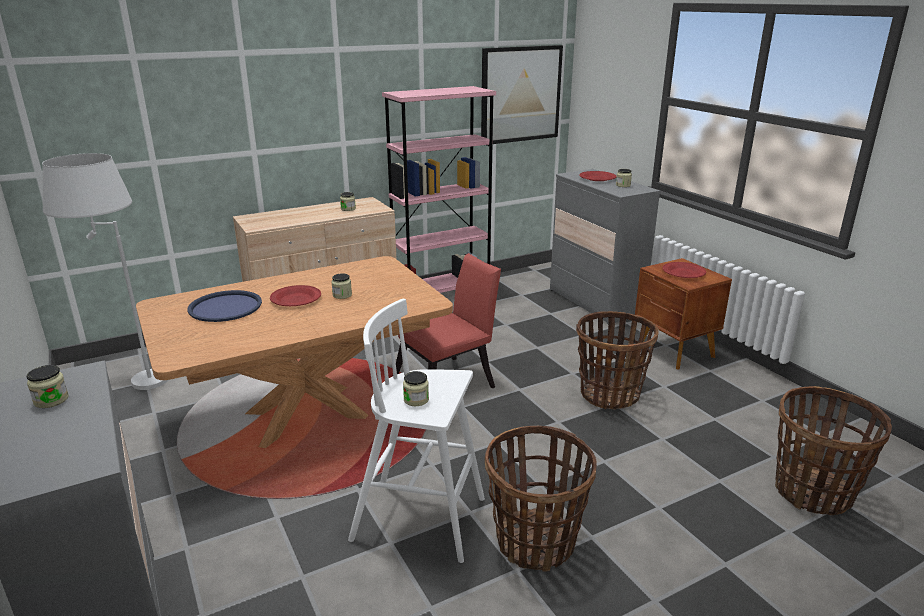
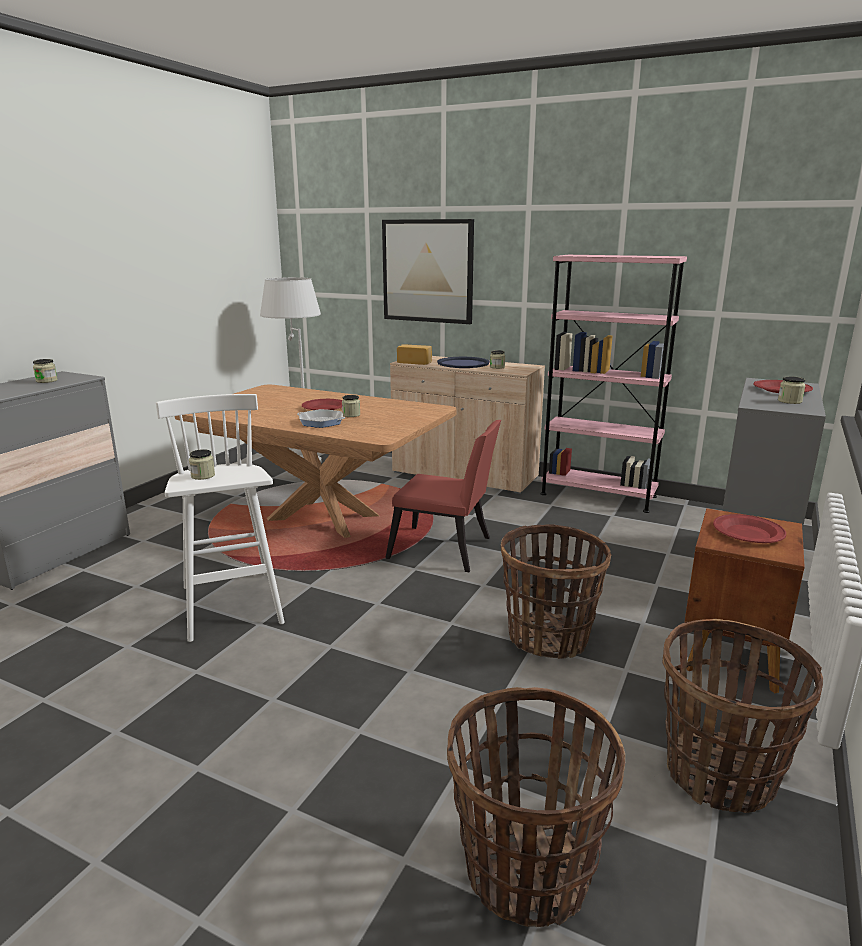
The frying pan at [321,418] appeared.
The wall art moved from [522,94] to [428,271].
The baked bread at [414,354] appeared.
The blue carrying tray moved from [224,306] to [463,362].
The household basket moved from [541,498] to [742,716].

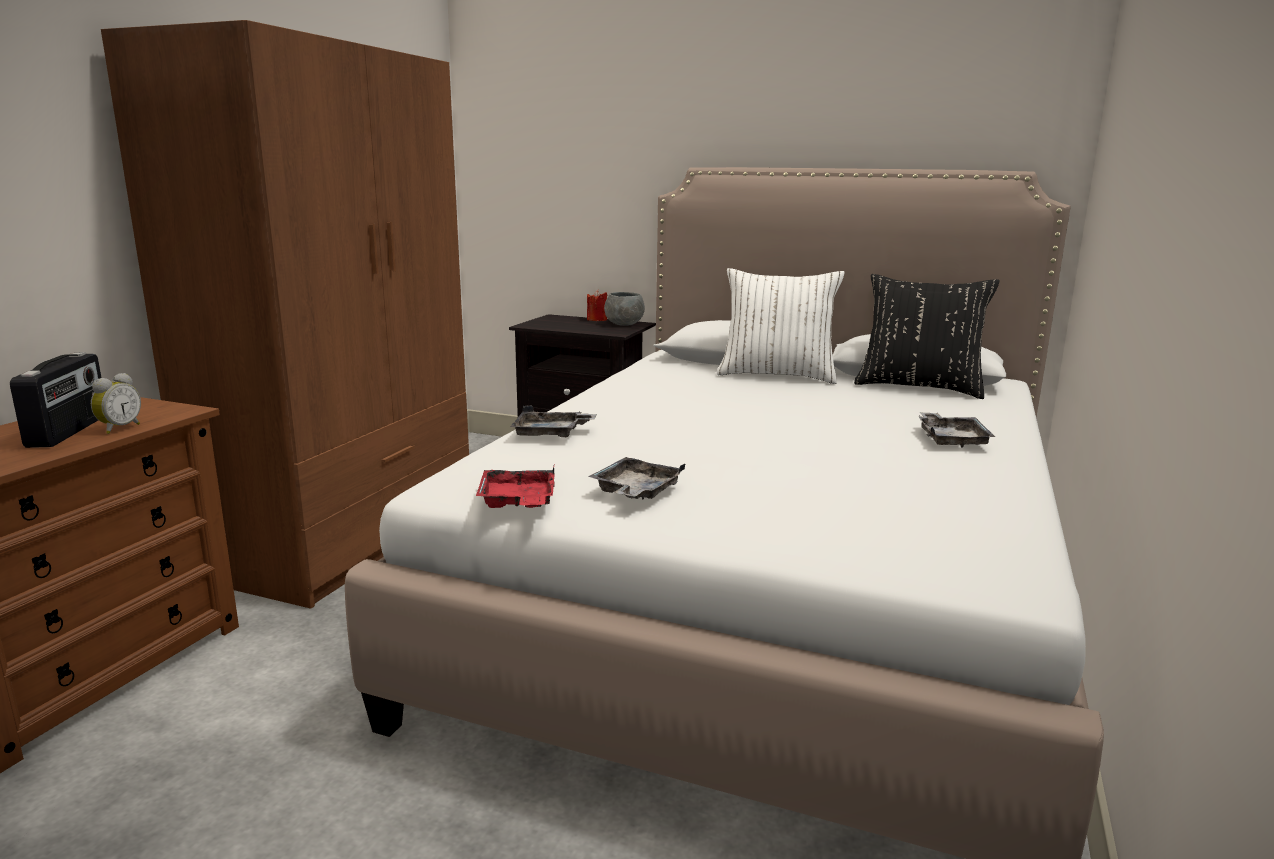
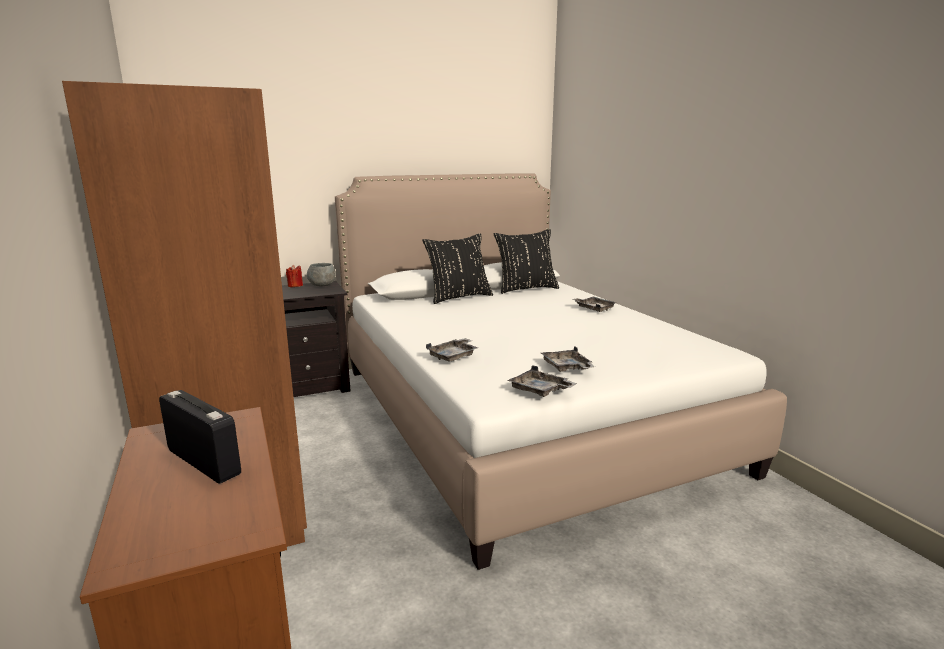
The whitish cushion at [781,326] became the black-coloured cushion at [457,268].
The red carrying tray at [515,487] became the grey carrying tray at [542,381].
The bedside clock at [116,403] disappeared.

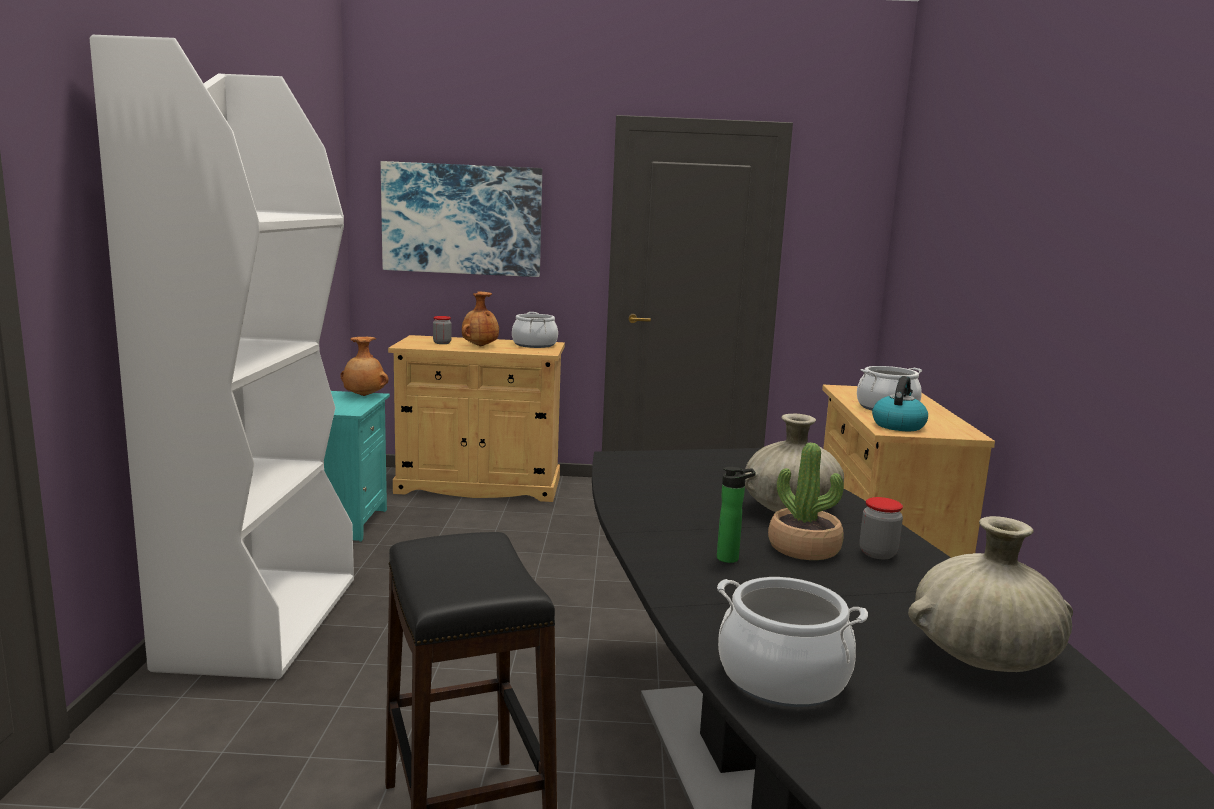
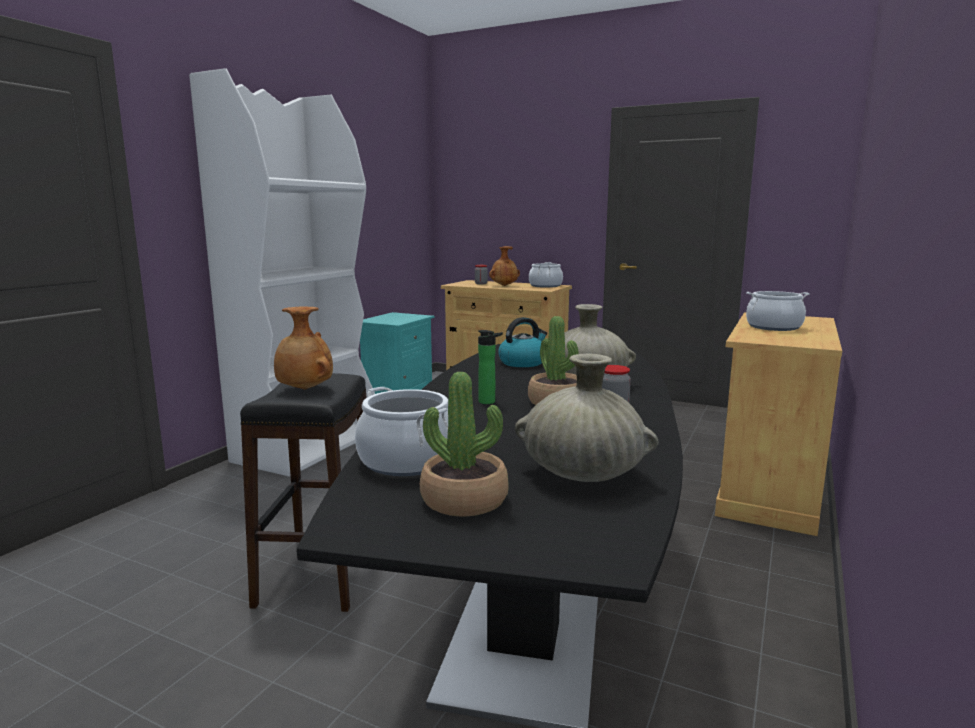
The brown vase moved from [364,366] to [303,348].
The houseplant at [464,444] appeared.
The tea kettle moved from [900,403] to [522,342].
The wall art at [461,219] disappeared.

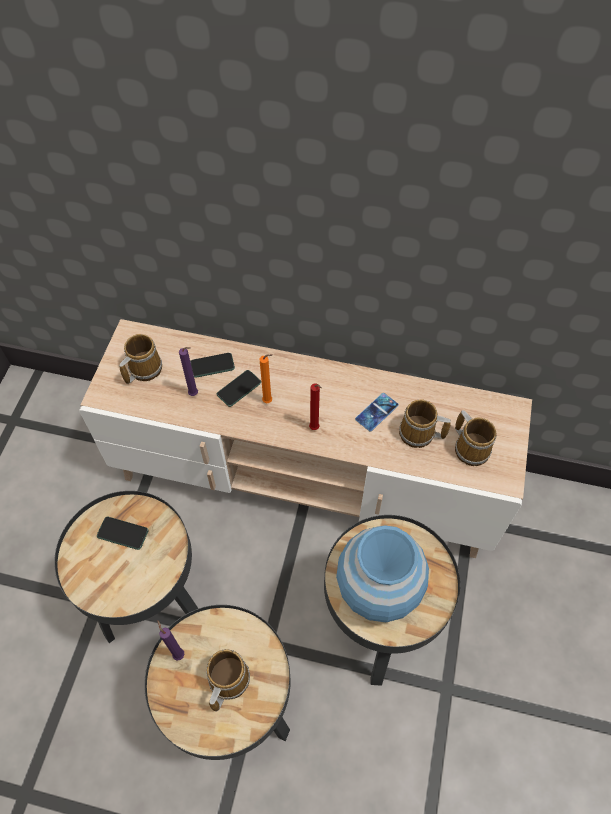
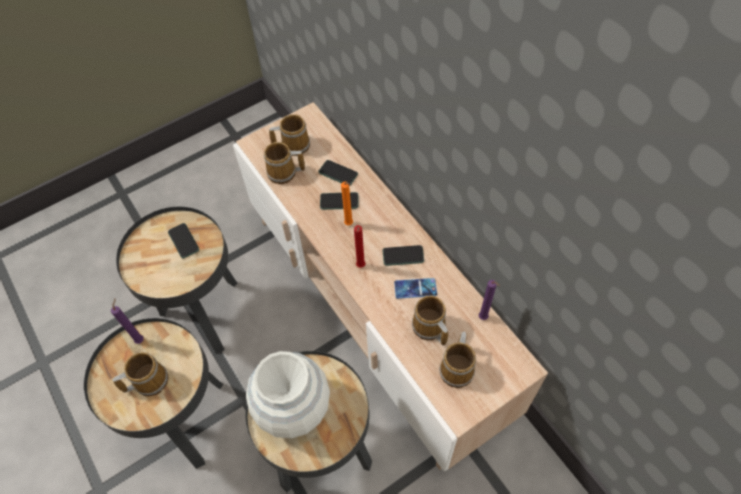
The blue vase at [382,573] became the whitish vase at [288,395].
The mug at [284,163] appeared.
The phone at [403,255] appeared.
The purple candle moved from [188,371] to [489,300].

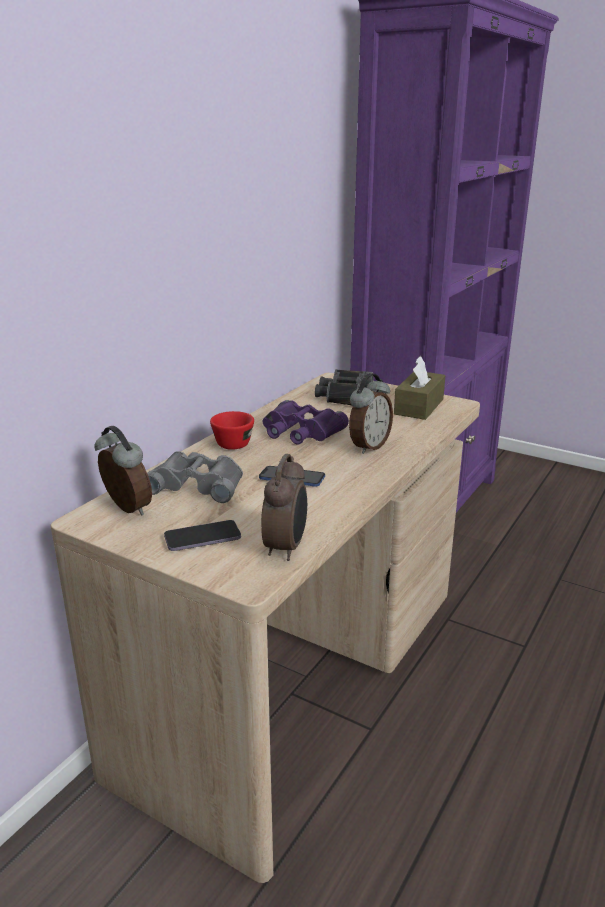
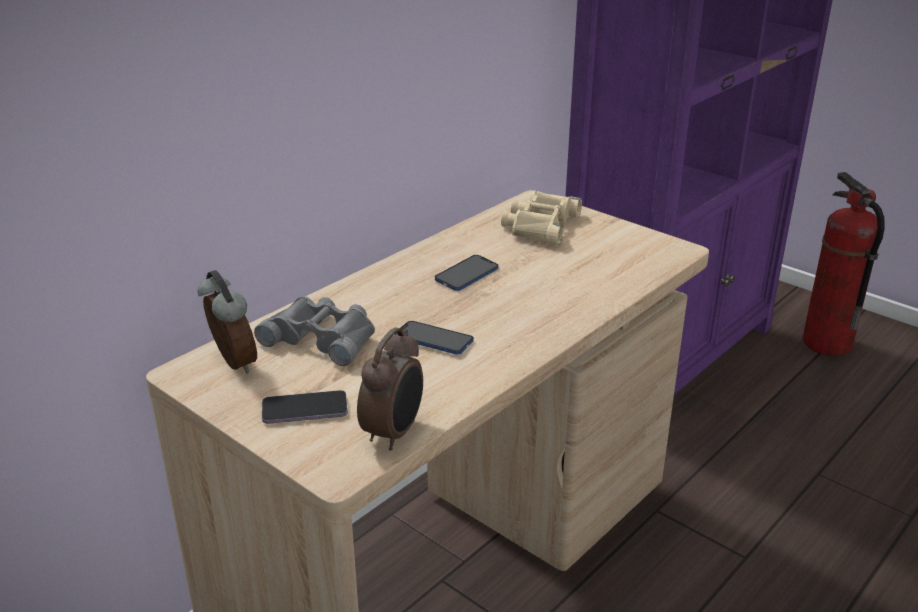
The purple pair of binoculars at [305,422] was replaced by the phone at [467,273].
The black-coloured pair of binoculars at [344,387] became the beige pair of binoculars at [541,218].
The extinguisher at [843,264] appeared.
The red drinking cup at [232,430] disappeared.
The bedside clock at [371,413] disappeared.
The brown tissue box at [419,387] disappeared.

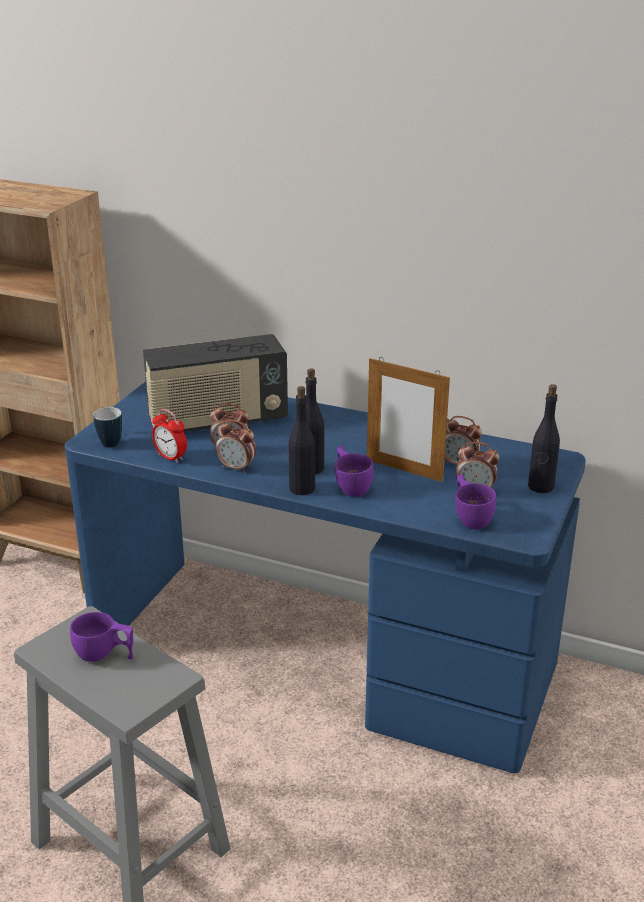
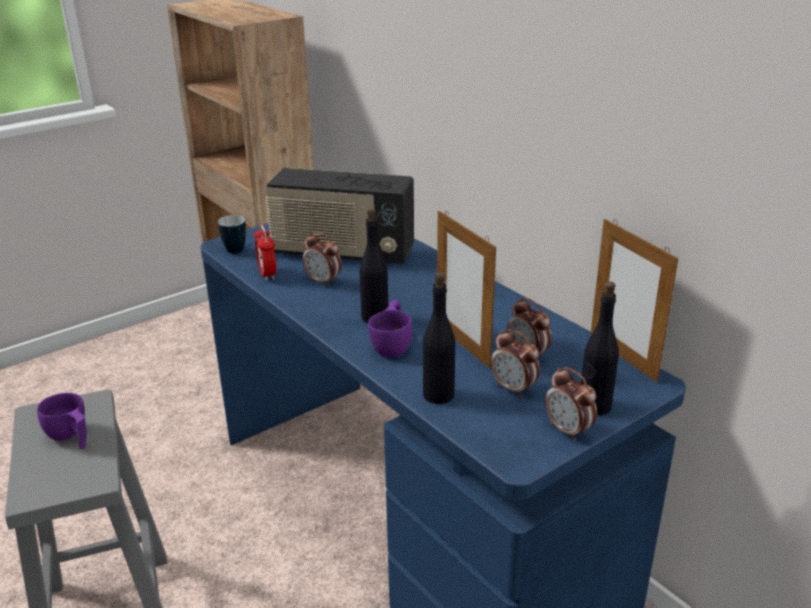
The black-coloured bottle moved from [302,440] to [439,338].
The bedside clock moved from [236,446] to [571,404].
The standing frame at [634,300] appeared.
The purple drinking cup at [475,501] disappeared.

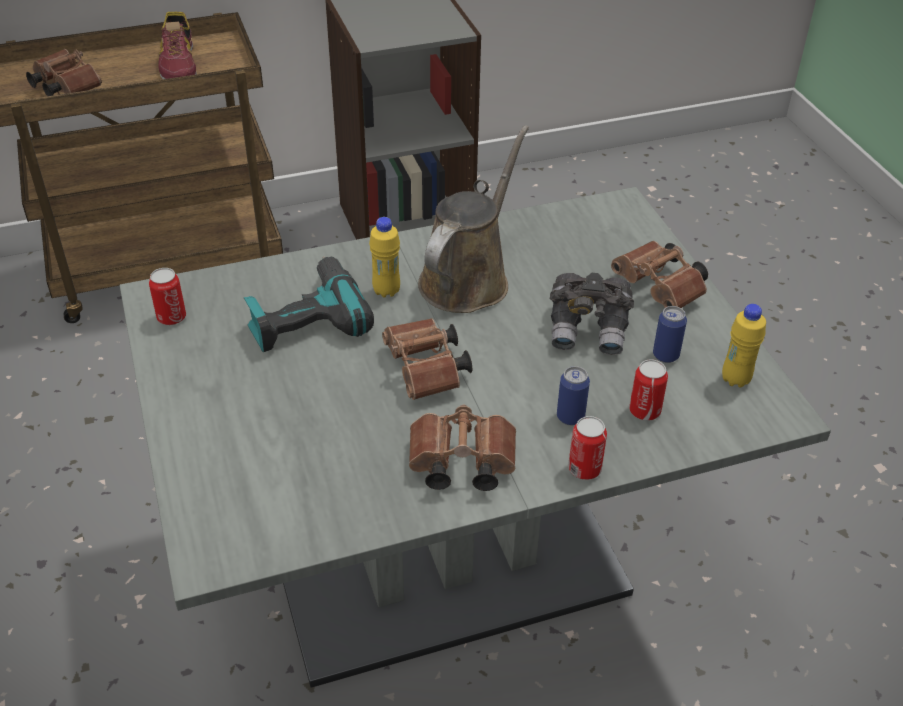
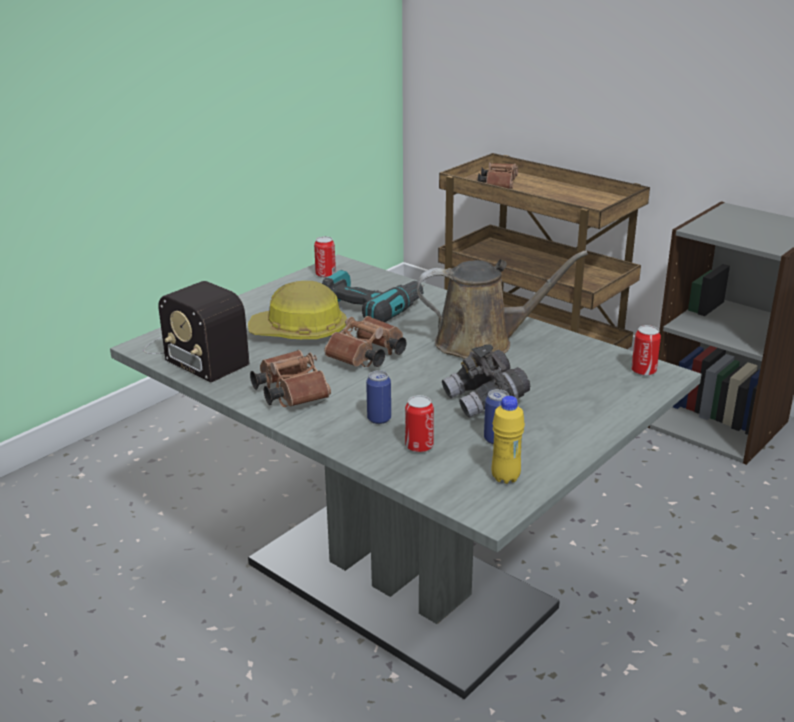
The radio set at [196,331] appeared.
The work helmet at [297,310] appeared.
The metal can moved from [587,448] to [646,350].
The shoe at [177,45] disappeared.
The yellow-coloured bottle at [384,257] disappeared.
The brown pair of binoculars at [659,274] disappeared.

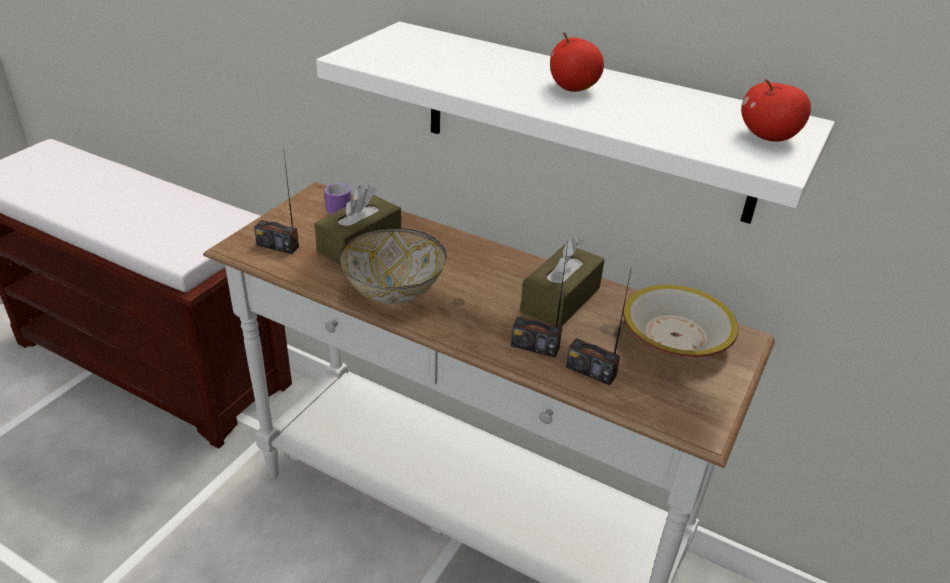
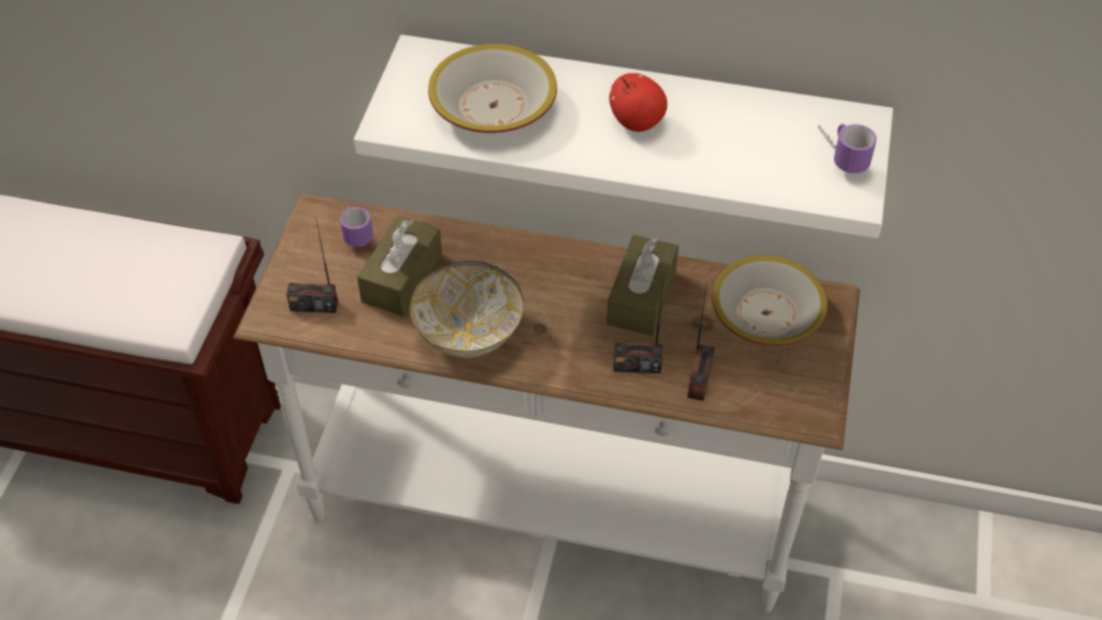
The serving bowl at [492,88] appeared.
The radio set at [598,327] turned 90 degrees counterclockwise.
The apple fruit at [776,110] was replaced by the mug at [847,148].

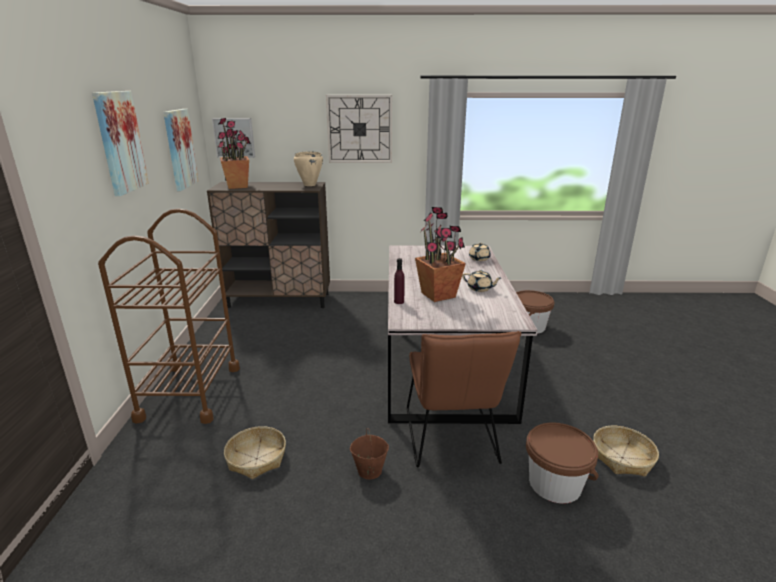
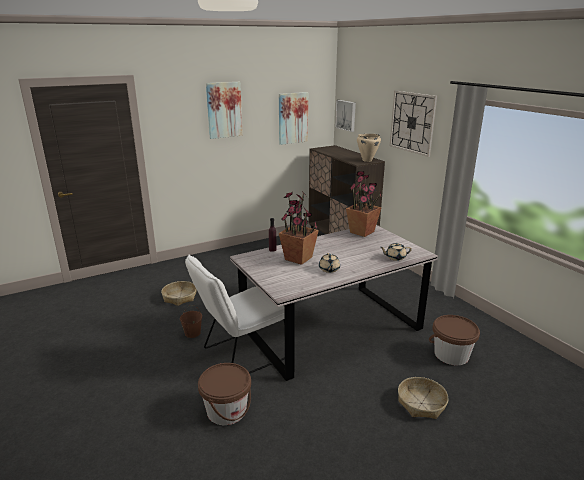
The brown plain chair at [464,399] became the whitish plain chair at [235,313].
The houseplant moved from [234,153] to [364,204].
The household basket moved from [626,451] to [423,398].
The brown cart at [169,316] disappeared.

